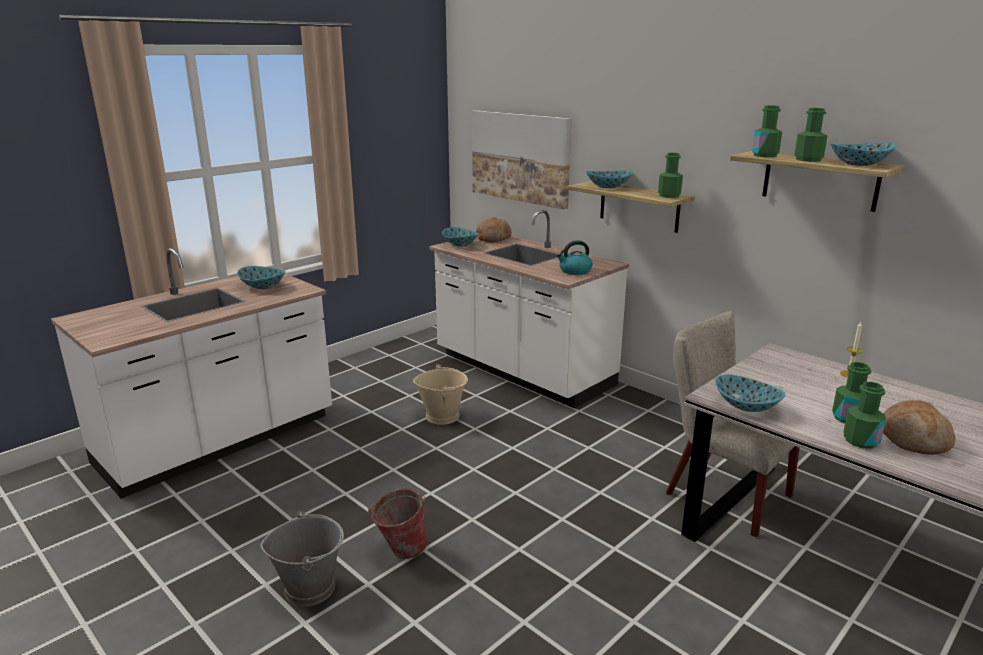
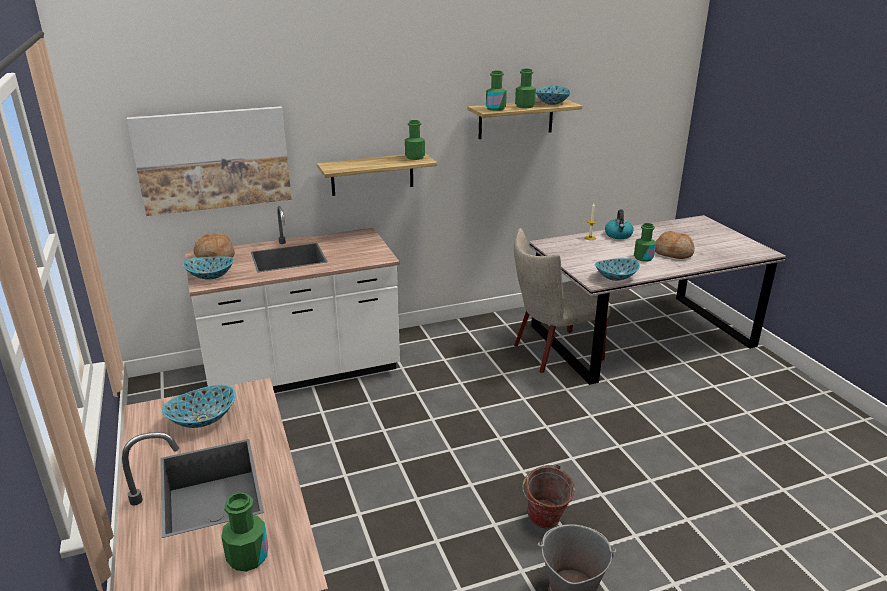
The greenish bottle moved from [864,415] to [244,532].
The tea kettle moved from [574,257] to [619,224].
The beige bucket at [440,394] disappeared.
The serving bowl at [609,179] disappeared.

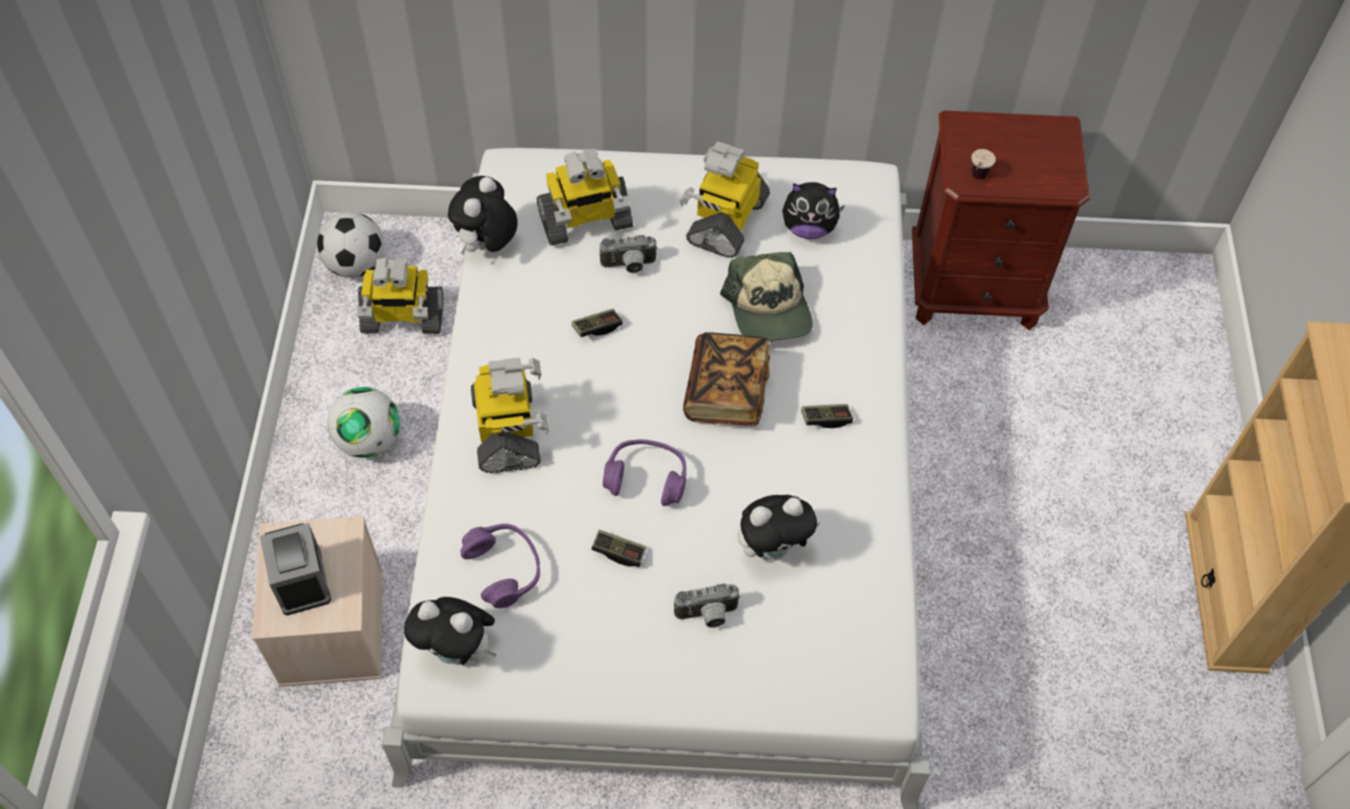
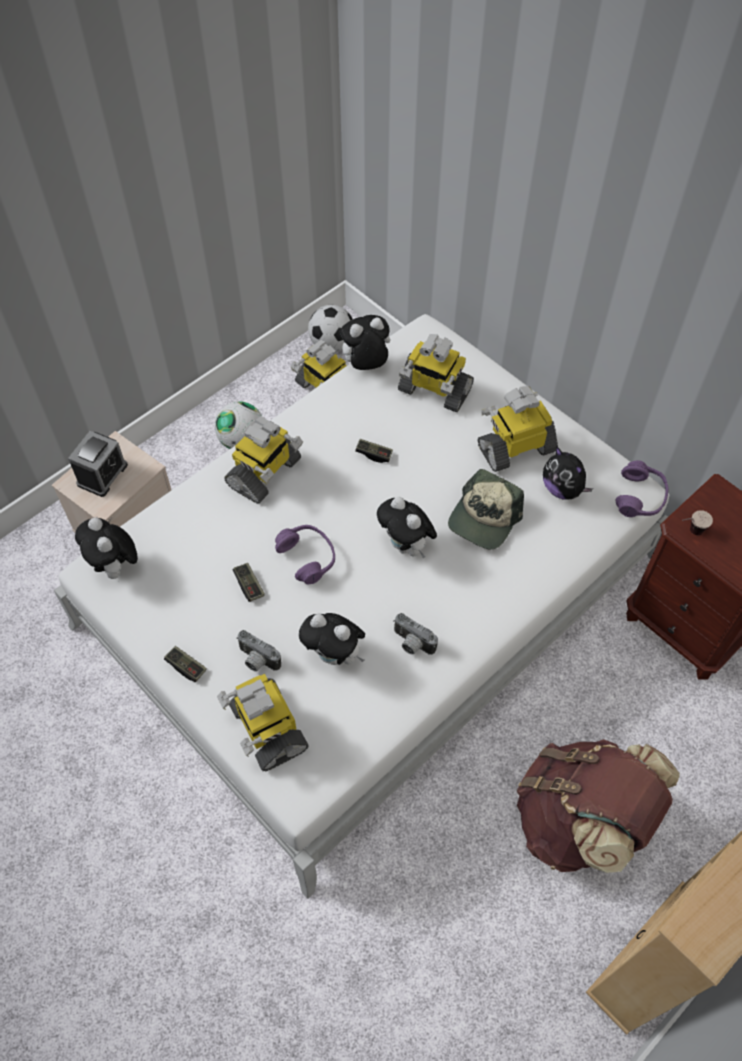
The joypad moved from [827,416] to [185,664].
The robot figure at [263,723] appeared.
The volume at [726,379] was replaced by the plush toy at [407,528].
The still camera moved from [628,254] to [415,634].
The brown rucksack at [598,806] appeared.
The purple headphones moved from [500,566] to [641,488].

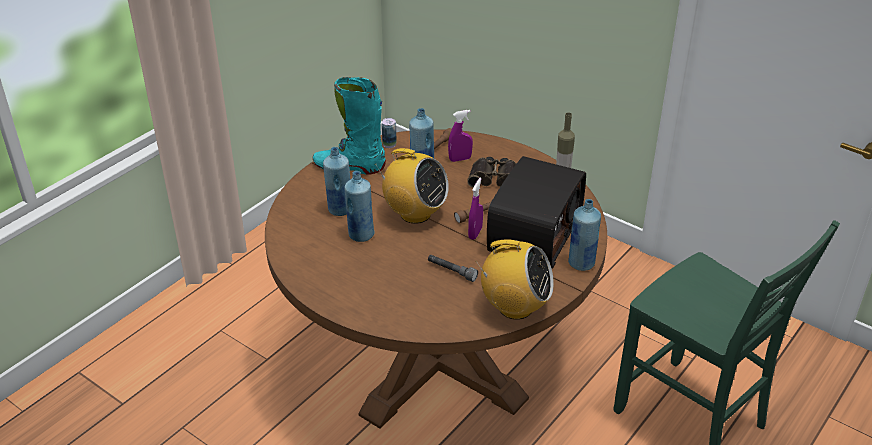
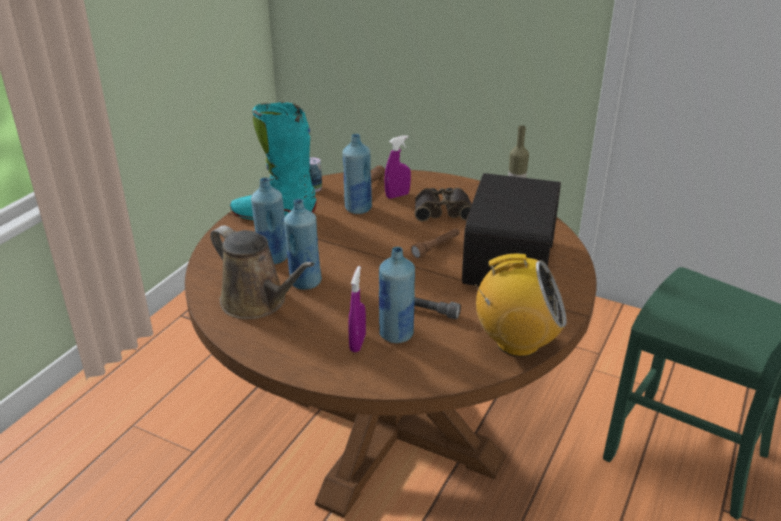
The brown watering can at [262,272] appeared.
The purple sprayer moved from [475,209] to [357,309].
The blue bottle moved from [584,235] to [397,295].
The radio set at [412,186] disappeared.

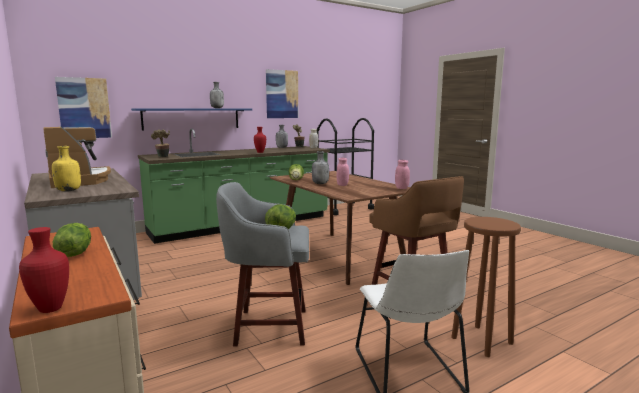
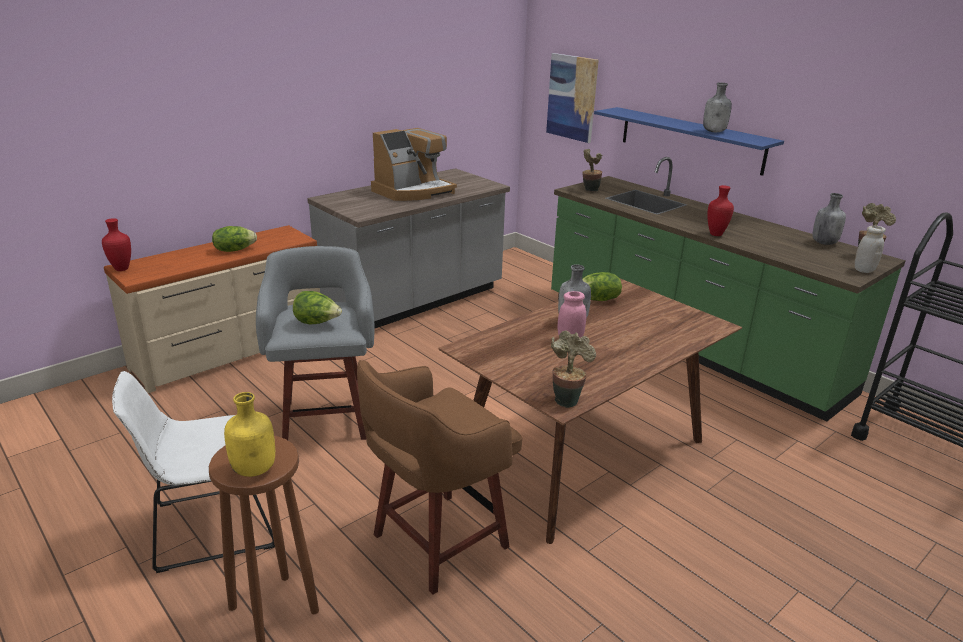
The yellow-coloured bottle moved from [66,169] to [249,434].
The pink-coloured preserve jar at [402,174] was replaced by the houseplant at [573,369].
The wall art at [282,93] disappeared.

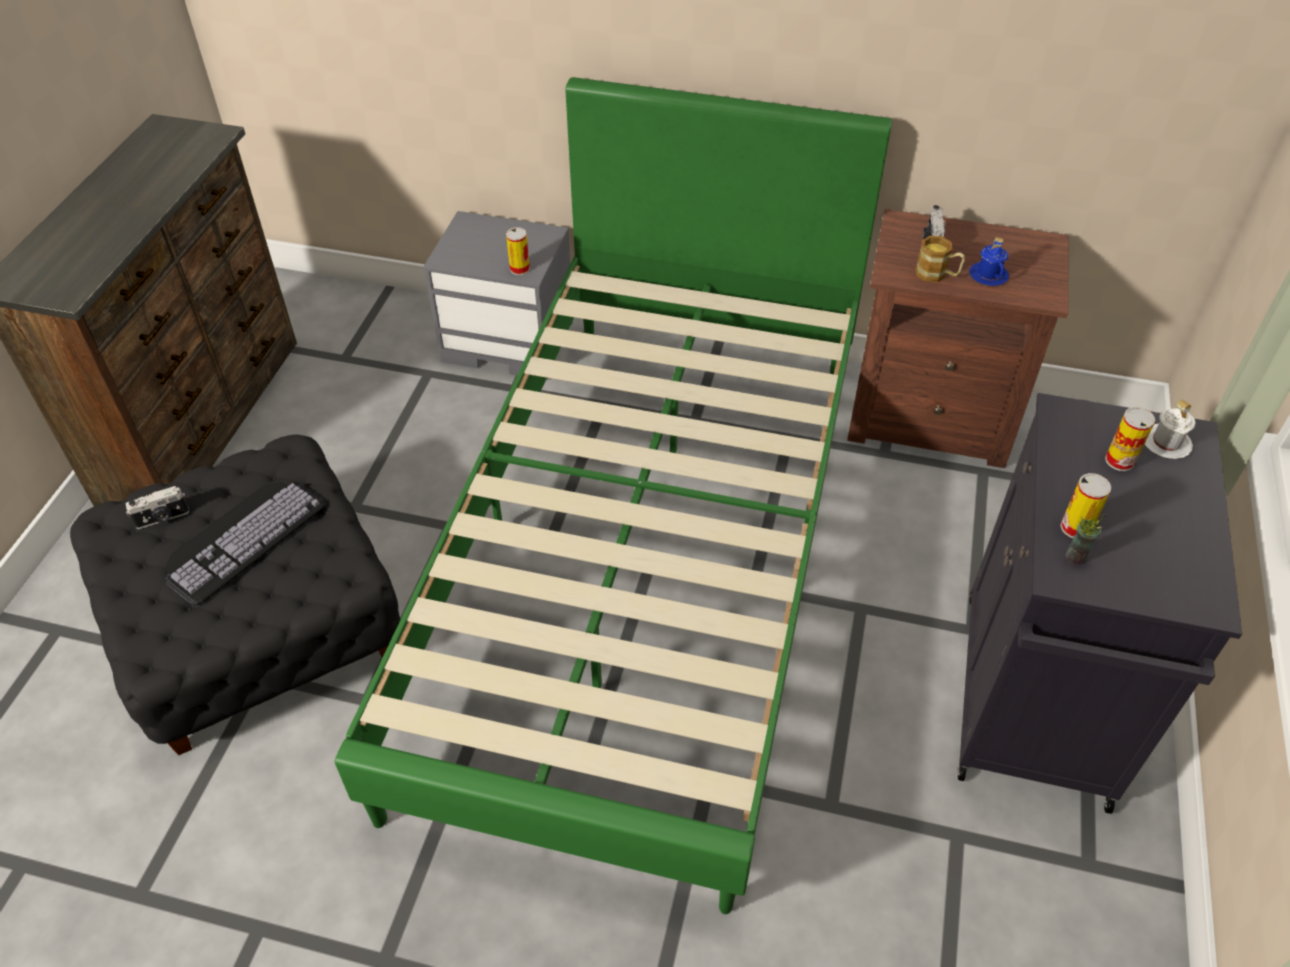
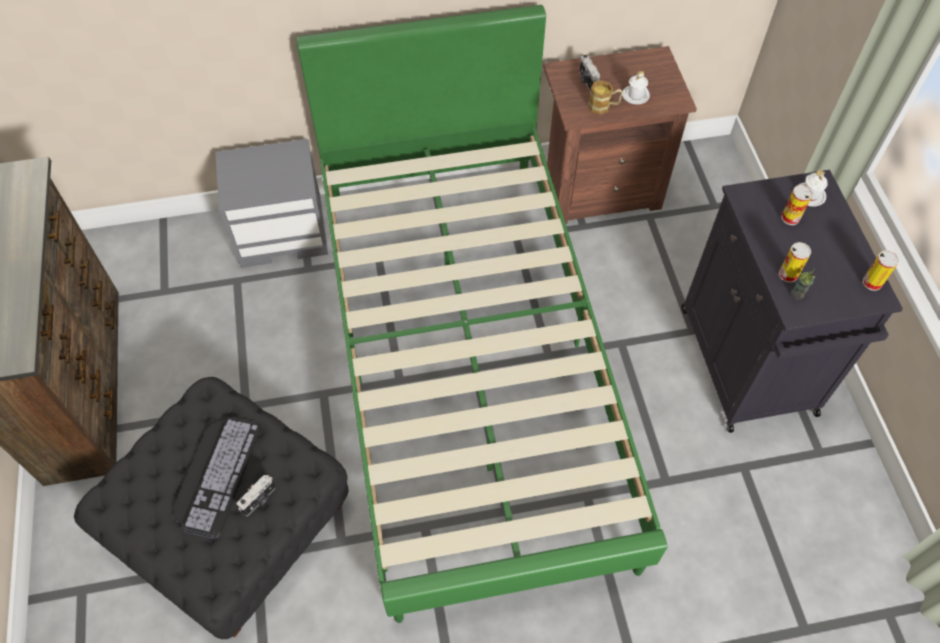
The still camera moved from [157,507] to [255,495].
The blue mug at [989,261] became the whitish mug at [636,88].
The metal can moved from [518,251] to [881,270].

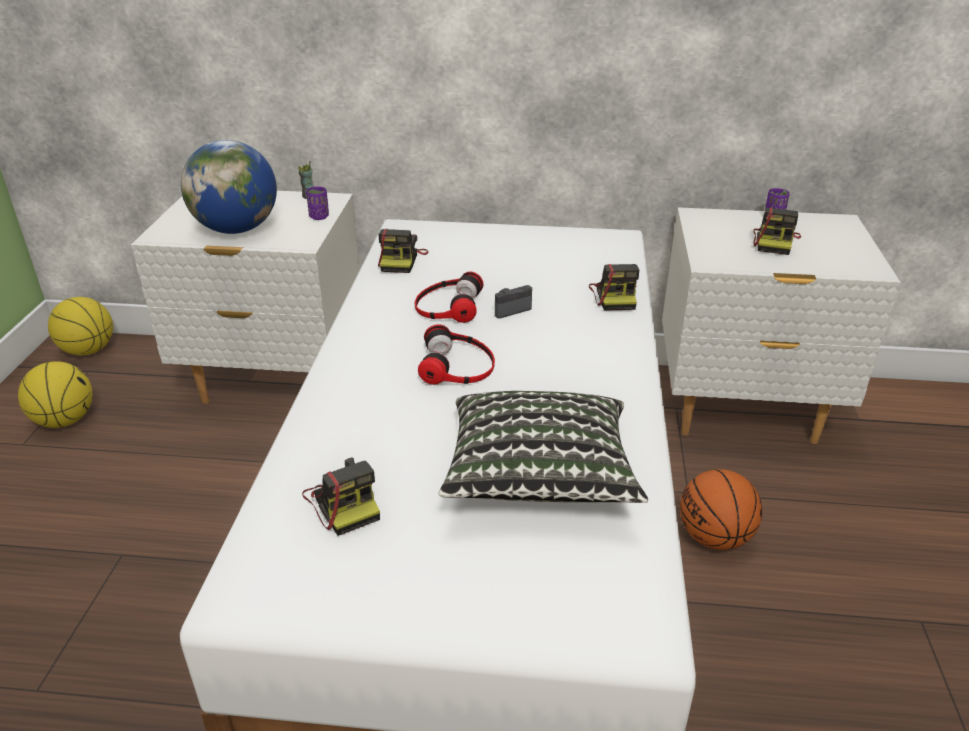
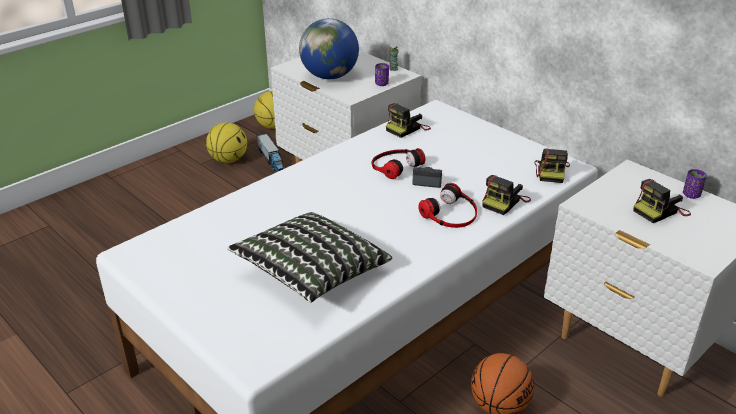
The toy lorry at [271,153] appeared.
The headphones moved from [456,354] to [447,205].
The still camera moved from [341,496] to [552,165].

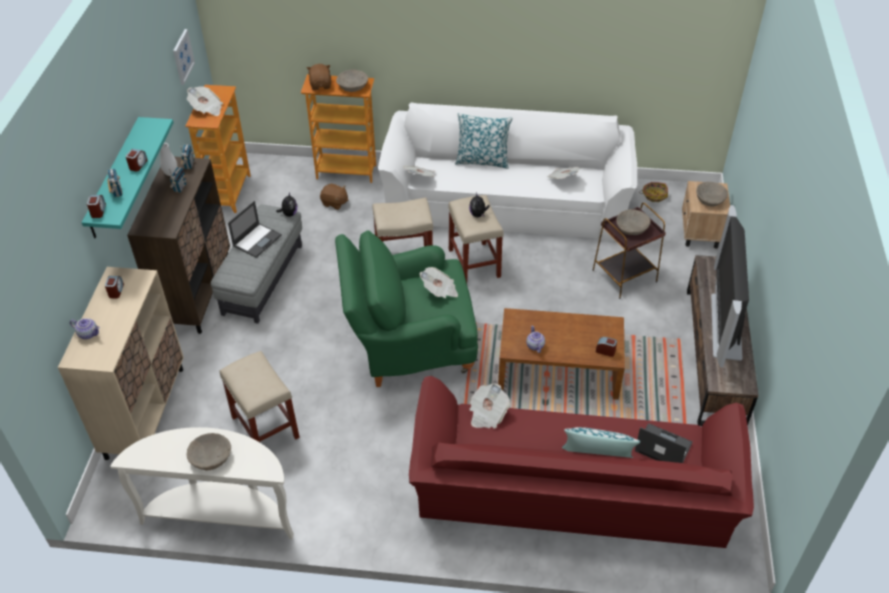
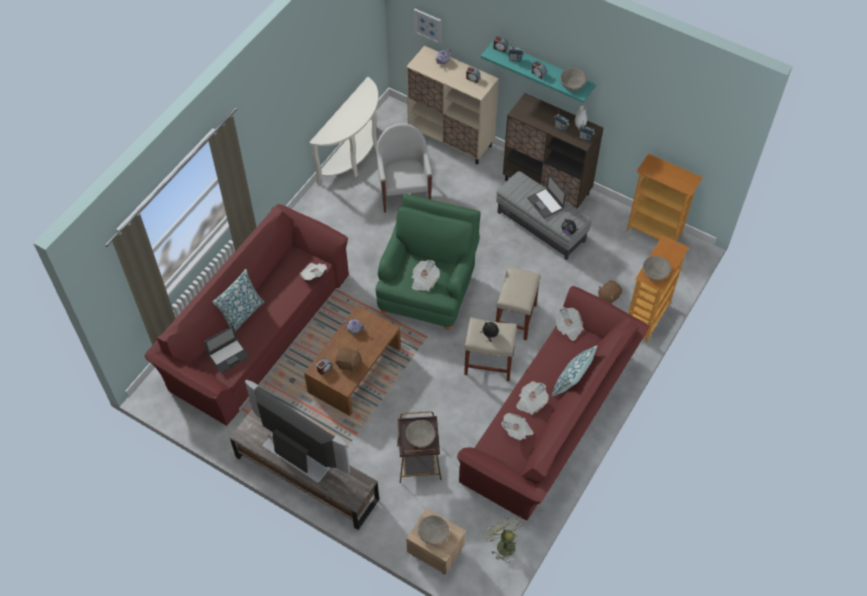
The brown plush toy moved from [319,77] to [349,360].
The beige stool seat at [259,396] was replaced by the whitish lounge chair at [404,168].
The wall art moved from [184,57] to [427,26].
The whitish couch at [507,171] became the red couch at [553,403].
The household basket at [653,192] was replaced by the greenish fan at [504,539].
The printed paper moved from [205,101] to [532,398].
The beige serving bowl moved from [209,452] to [573,79].

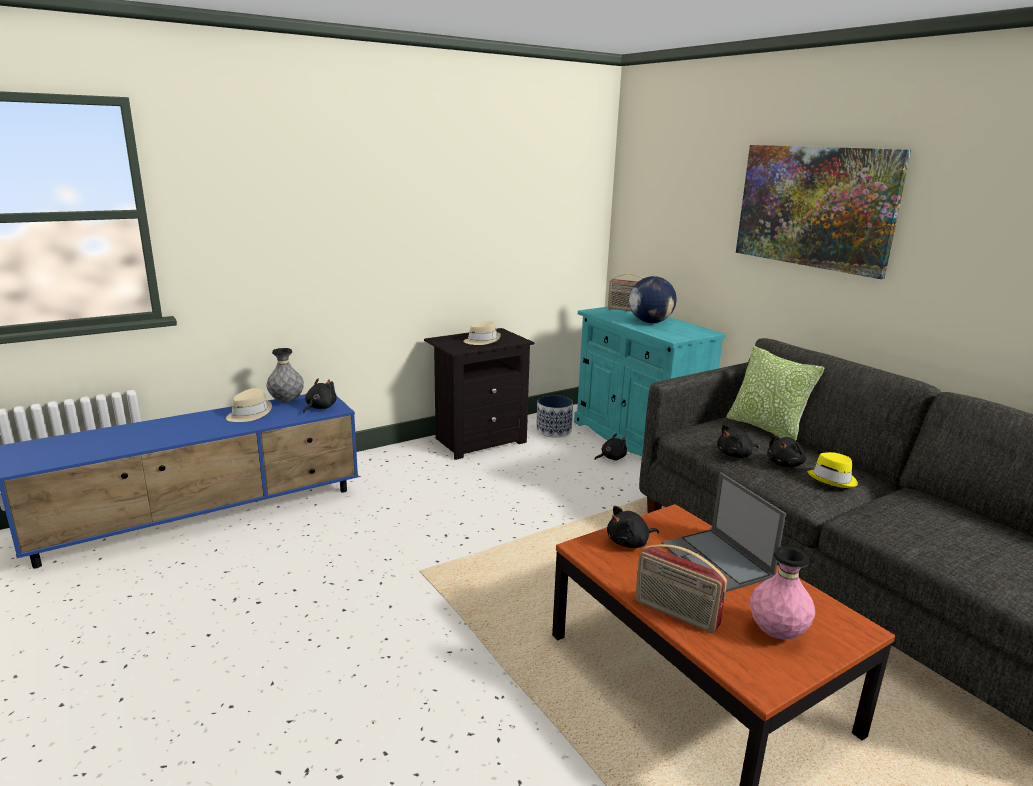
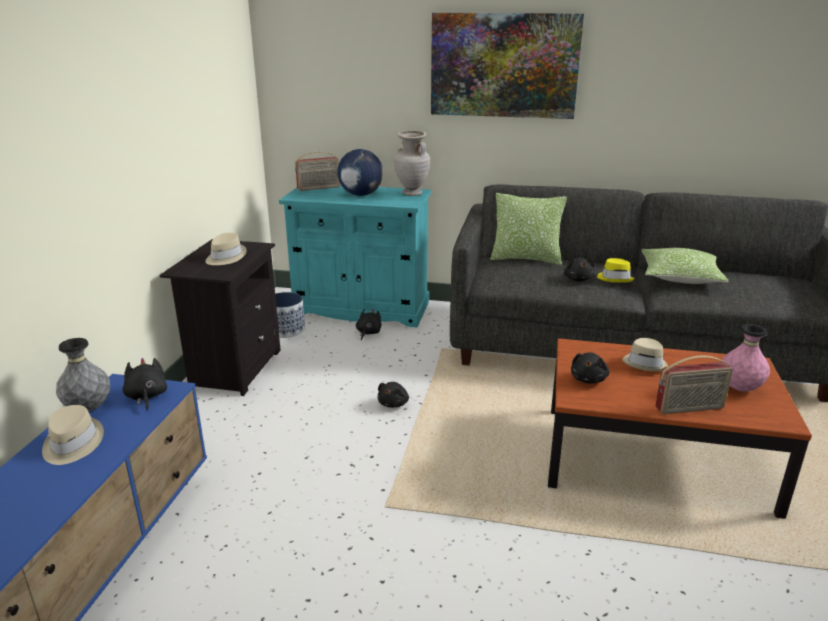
The black-coloured plush toy moved from [737,441] to [393,395].
The beige vase at [412,163] appeared.
The portable computer at [723,532] was replaced by the beige clothing hat at [645,354].
The cushion at [685,266] appeared.

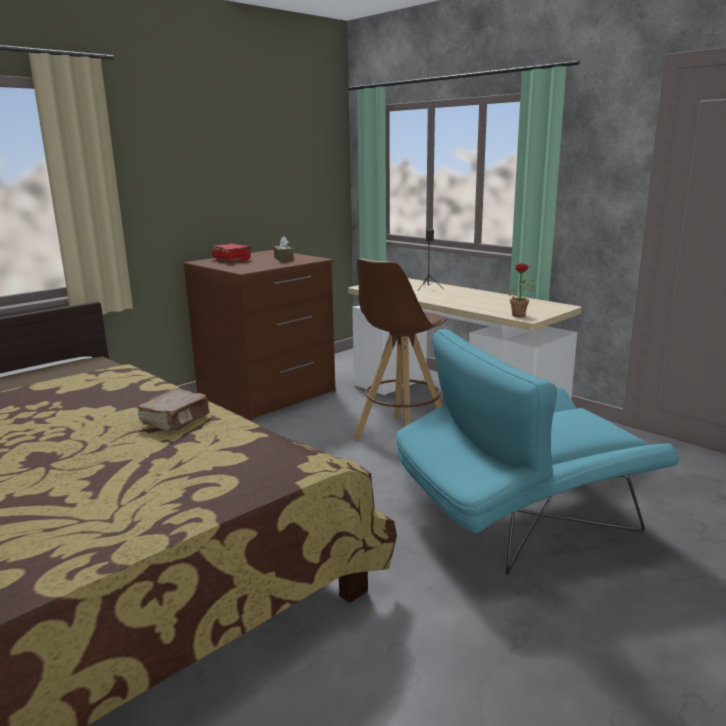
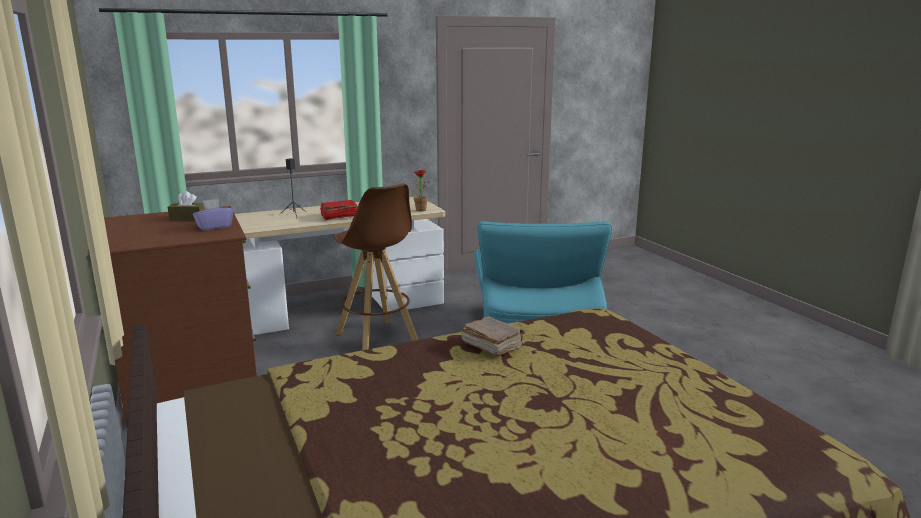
The purple tissue box at [213,214] appeared.
The red volume moved from [231,252] to [339,210].

